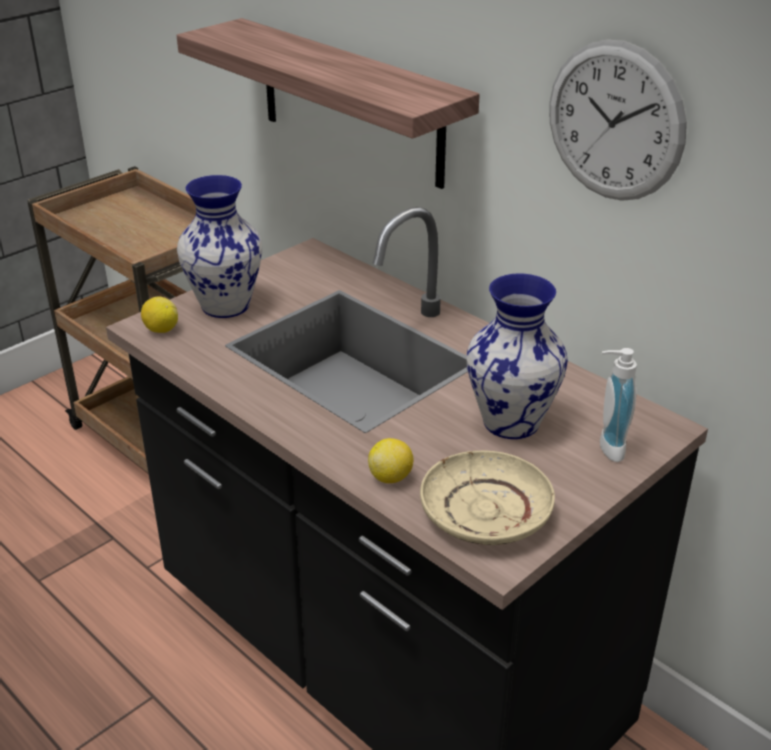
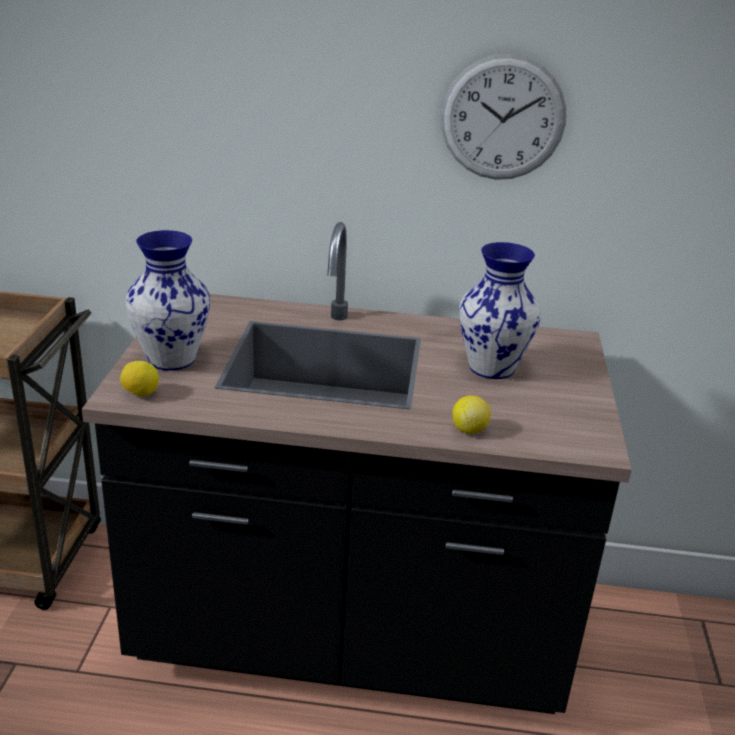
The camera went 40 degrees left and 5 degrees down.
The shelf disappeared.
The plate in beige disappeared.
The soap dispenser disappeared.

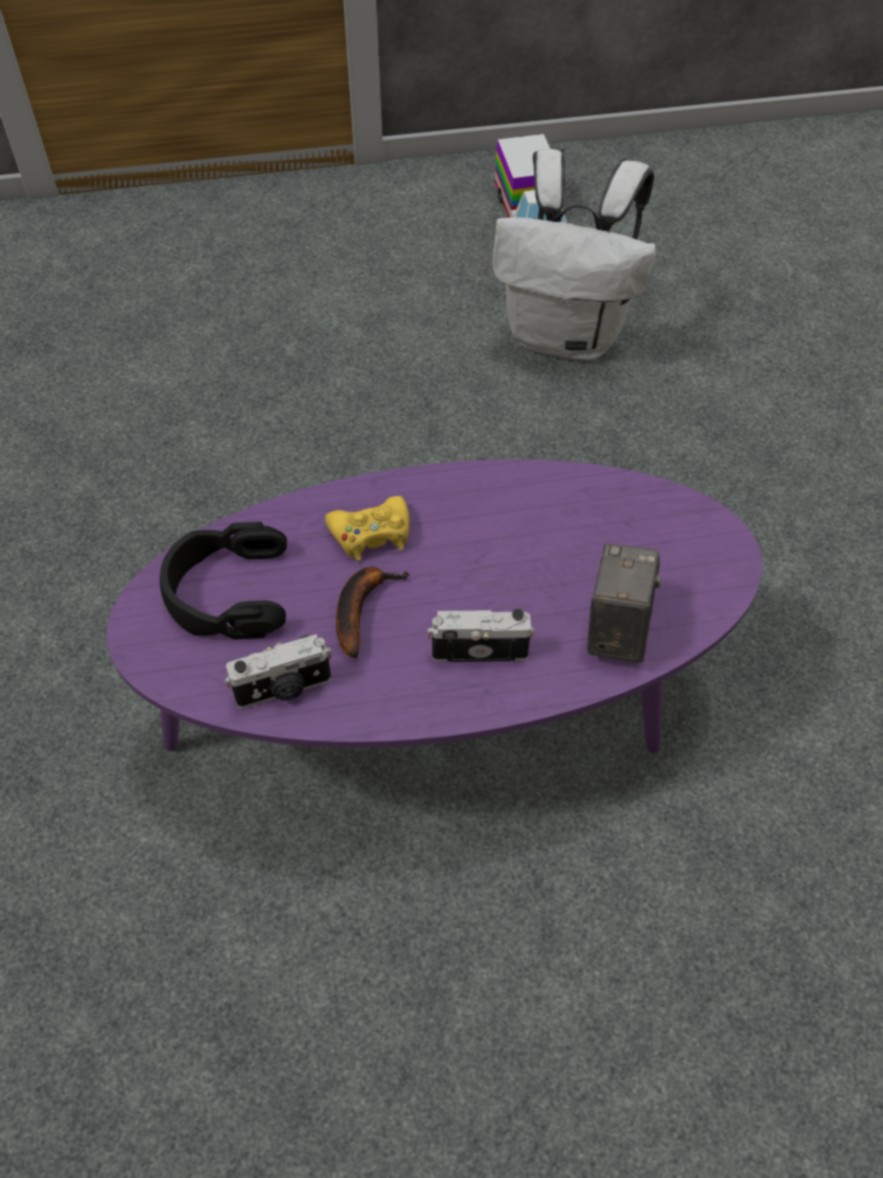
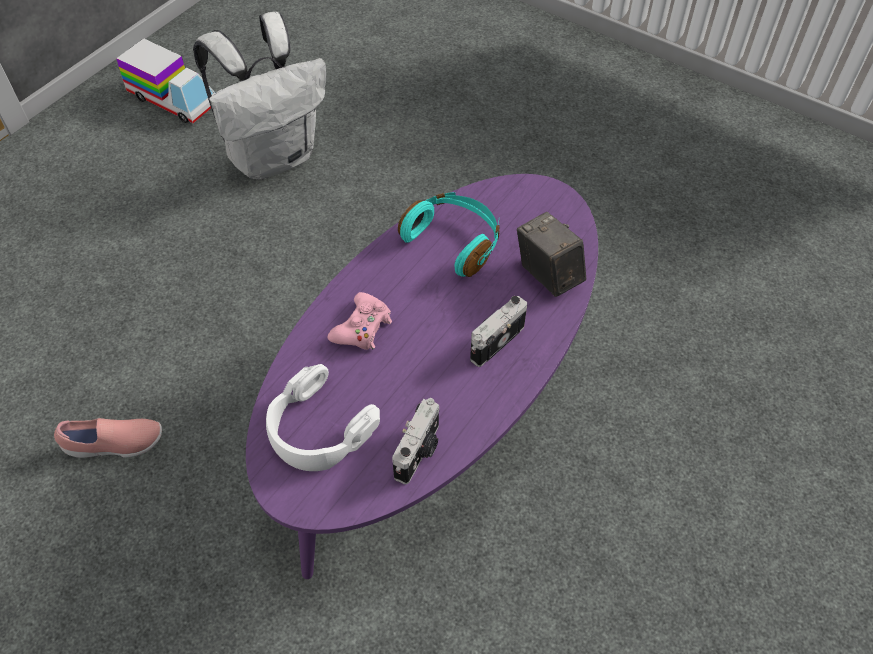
The camera went 45 degrees left and 0 degrees up.
The shoe in pink appeared.
The pair of headphones in blackish became the pair of headphones in white.
The game controller in yellowish became the game controller in pink.
The pair of headphones in turquoise appeared.
The banana fruit disappeared.

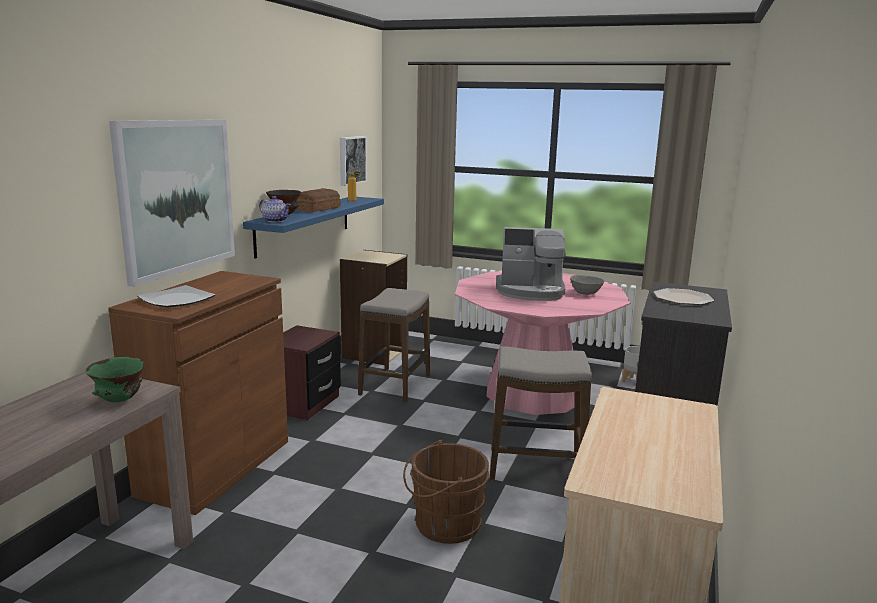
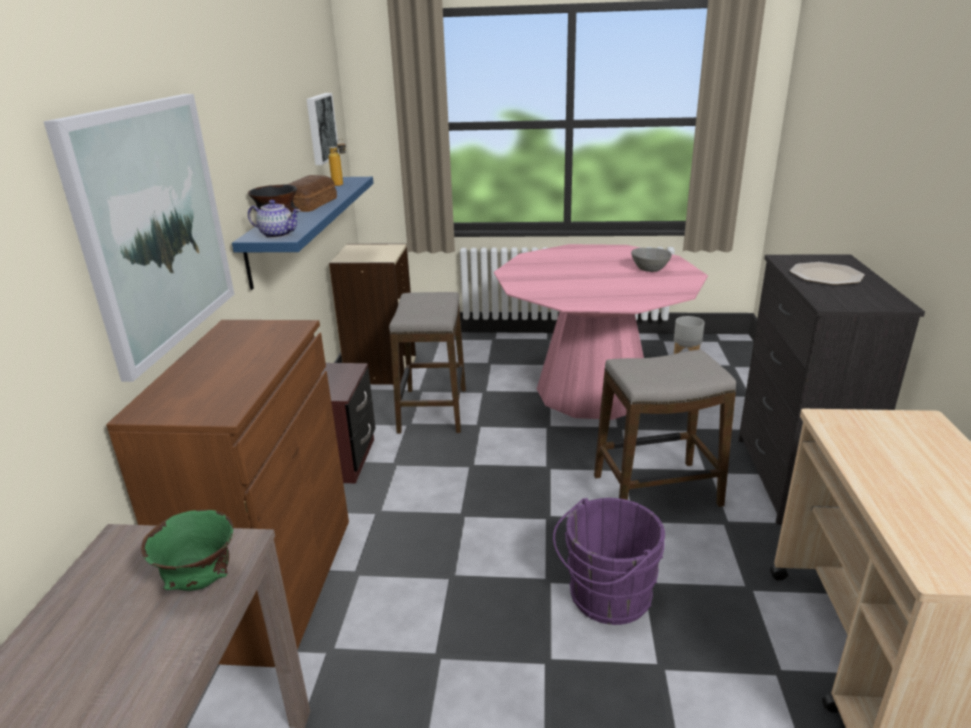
The camera went 15 degrees left and 10 degrees up.
The bucket in brown-coloured became the bucket in purple-coloured.
The plate (1st from left) disappeared.
The coffee maker disappeared.

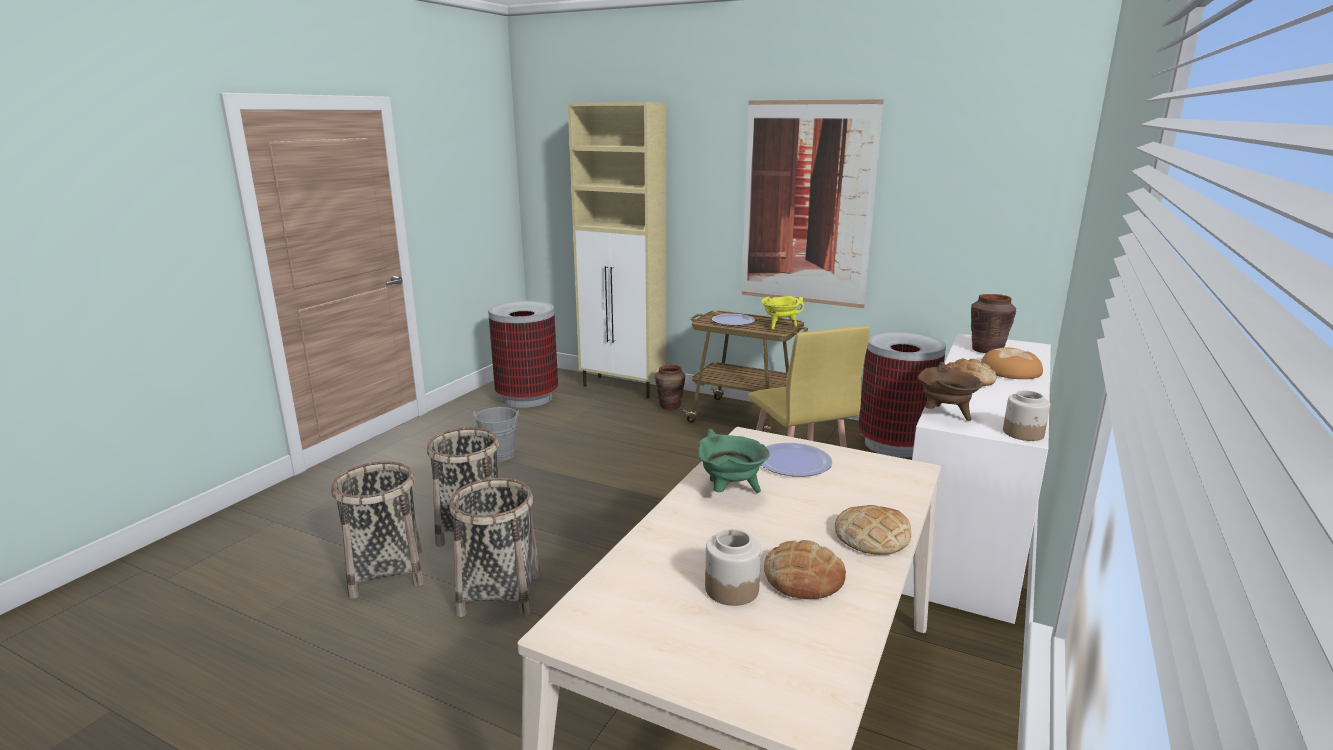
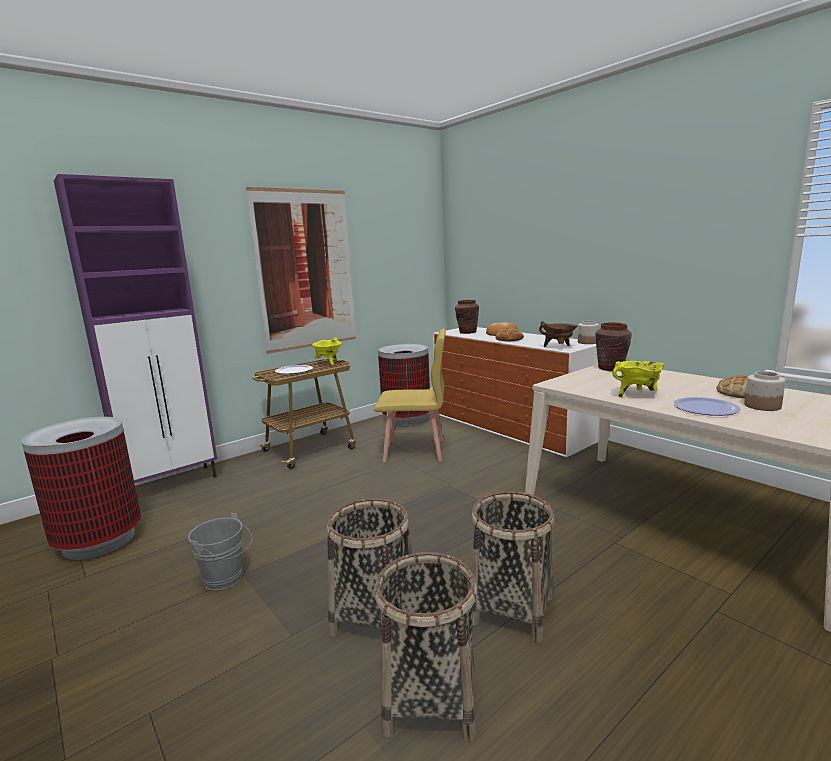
The camera went 65 degrees left and 5 degrees down.
The cupboard in beige became the cupboard in purple-coloured.
The vase in brown-coloured (1st from left in the first image) moved.
The stockpot in green became the stockpot in yellowish (2nd from left).
The plate (2nd from left) moved.
The bakery bread (2nd from left) disappeared.

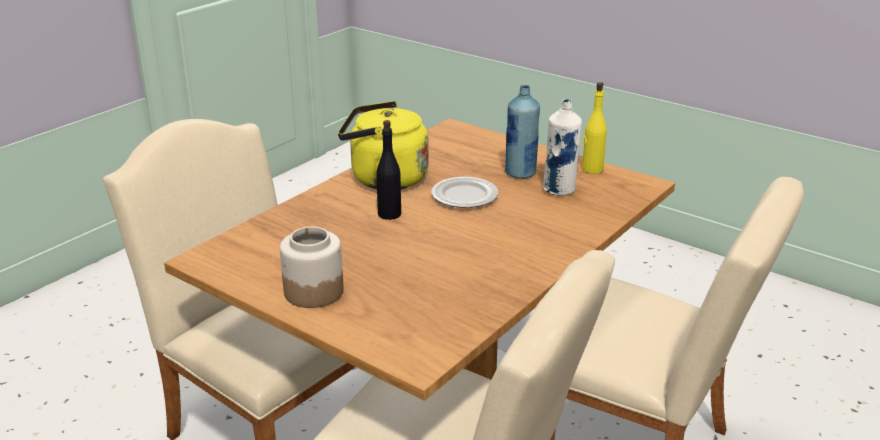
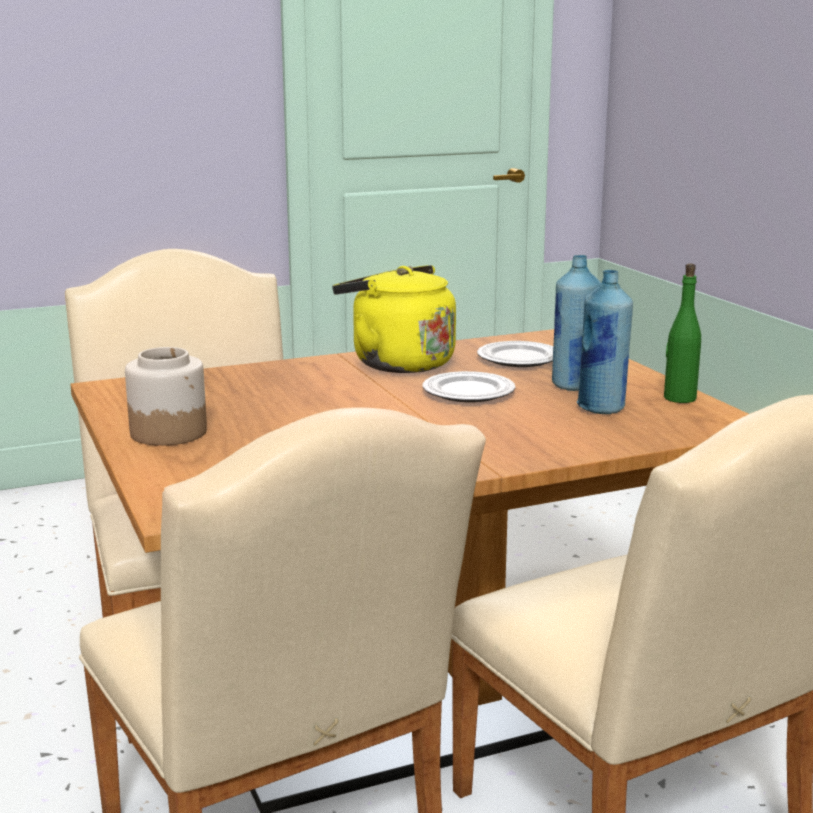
The camera went 30 degrees right and 10 degrees down.
The plate (2nd from left) appeared.
The drink bottle in white became the drink bottle in blue (2nd from left).
The drink bottle in yellowish became the drink bottle in green.
The drink bottle in blackish disappeared.

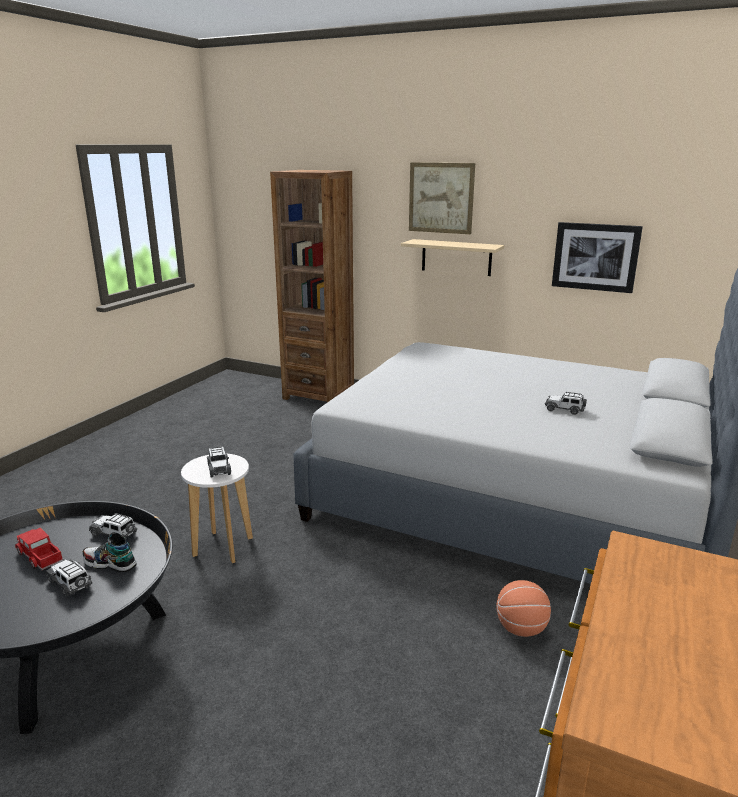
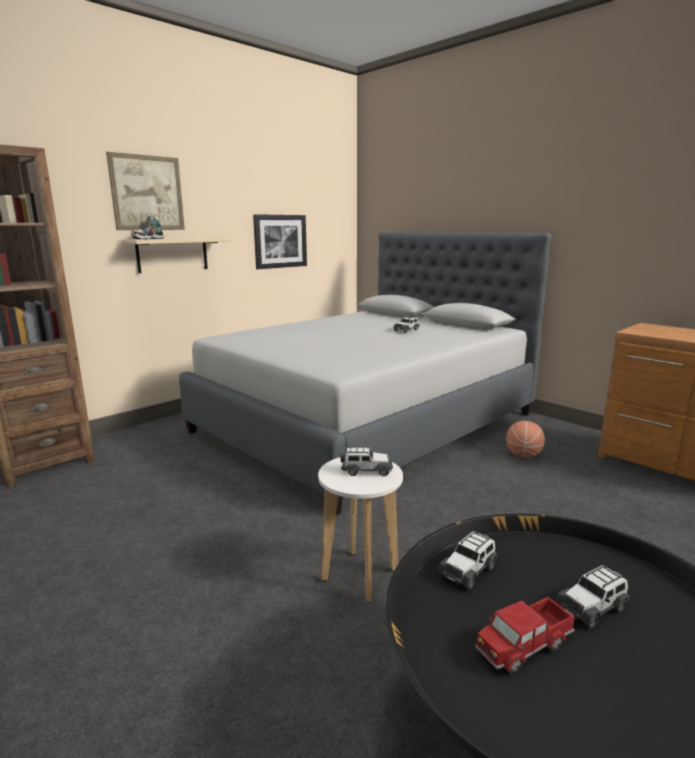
The camera went 70 degrees left and 5 degrees down.
The shoe moved.

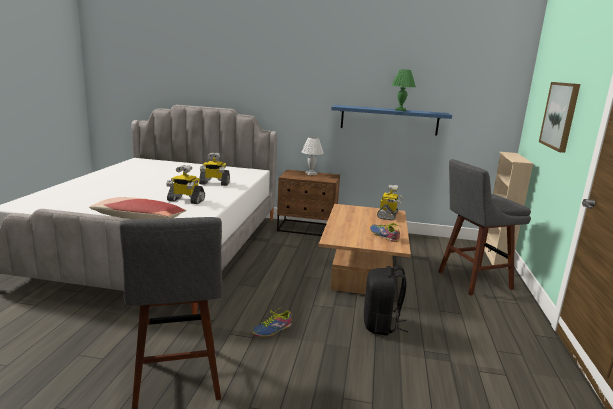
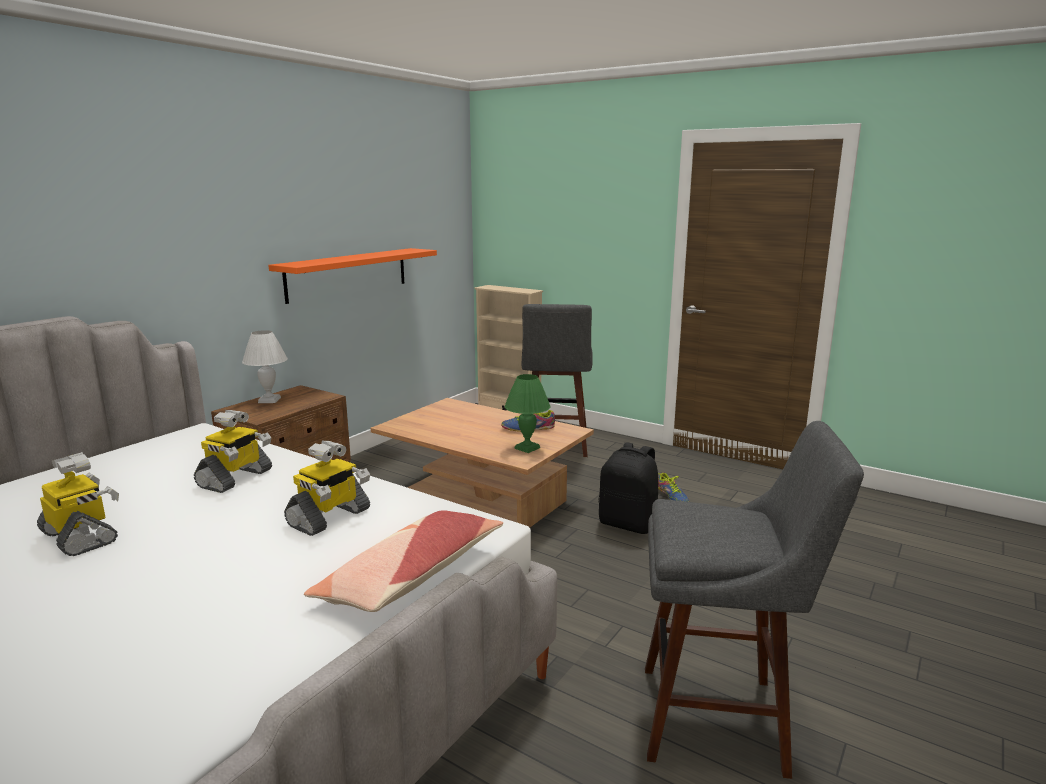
The camera went 65 degrees left and 0 degrees up.
The toy robot (3rd from left in the first image) moved.
The shelf in blue became the shelf in orange.
The lamp for a table in green moved.
The shoe (1st from left in the first image) moved.
The wall art disappeared.

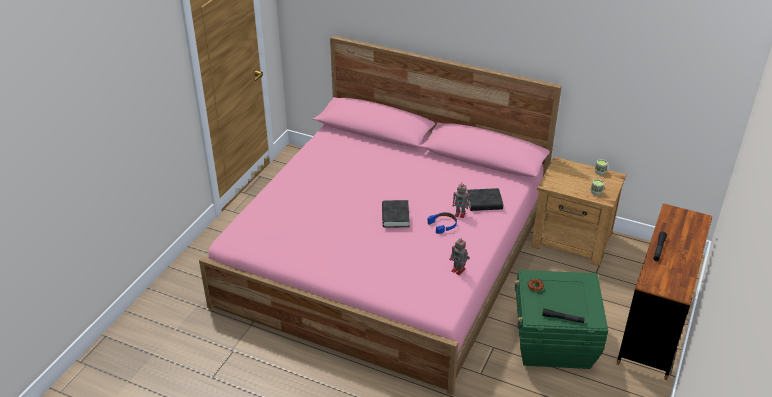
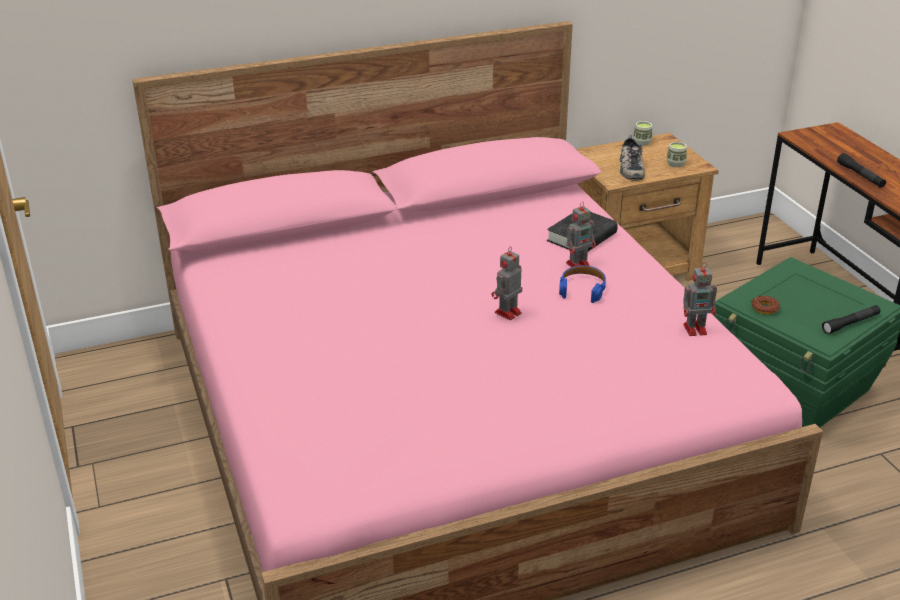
The camera went 45 degrees left and 5 degrees down.
The book in blackish (1st from left) was replaced by the toy robot (1st from left).
The shoe appeared.

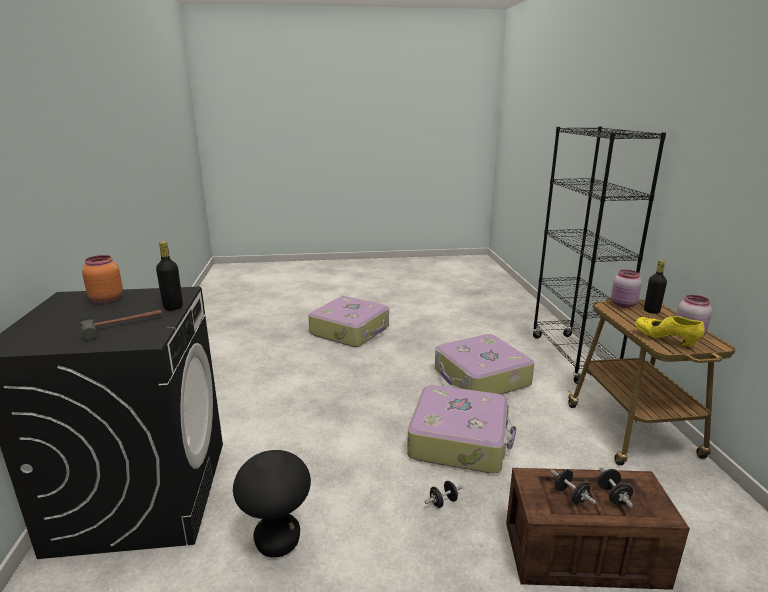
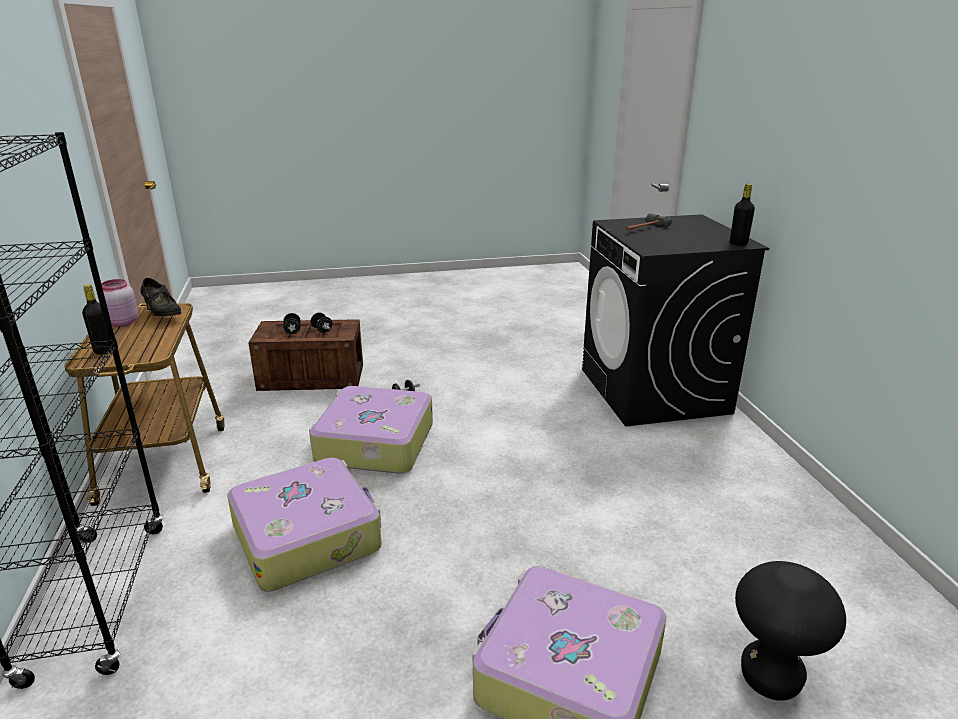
The camera went 175 degrees right and 5 degrees up.
The shoe in yellowish became the shoe in blackish.
The drink bottle in blackish (1st from left in the first image) moved.
The stool seat in blackish moved.
The jar in orange disappeared.
The jar in pink (1st from left) disappeared.

